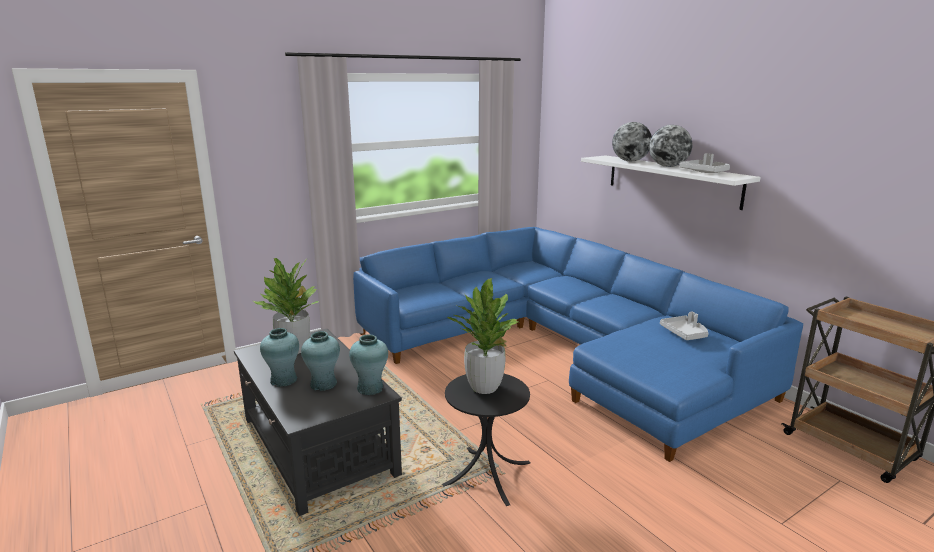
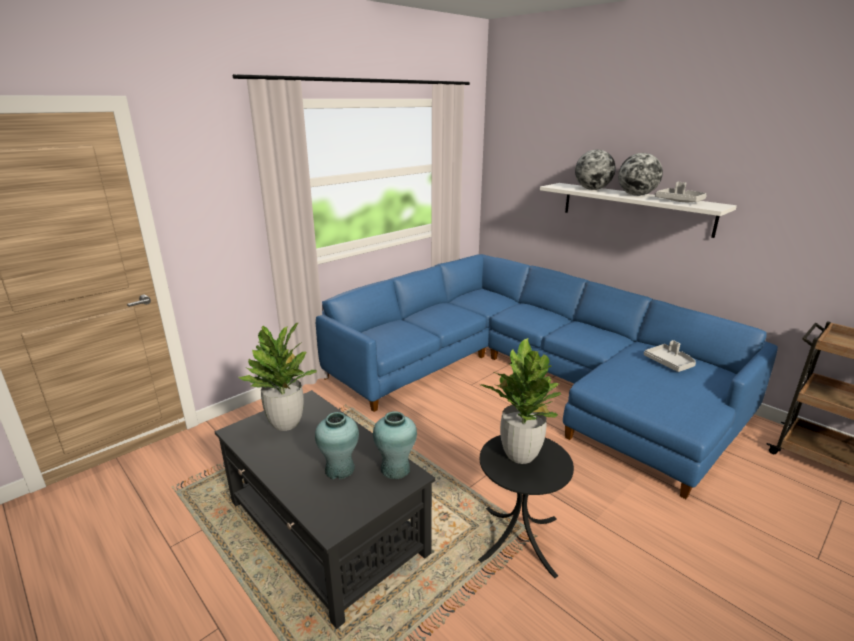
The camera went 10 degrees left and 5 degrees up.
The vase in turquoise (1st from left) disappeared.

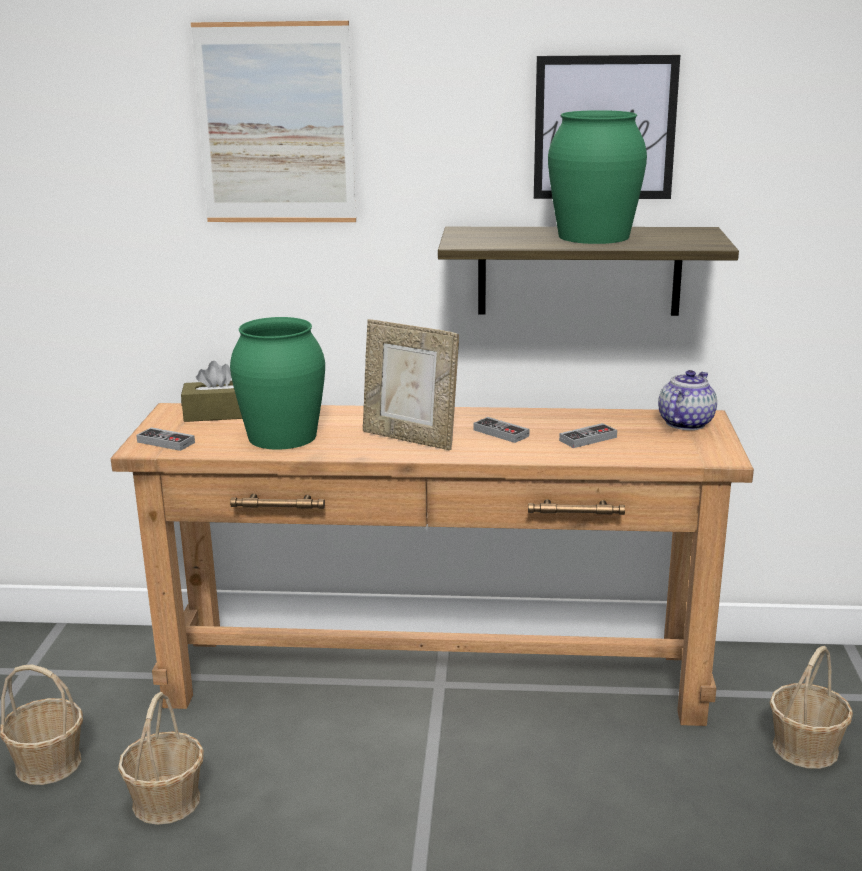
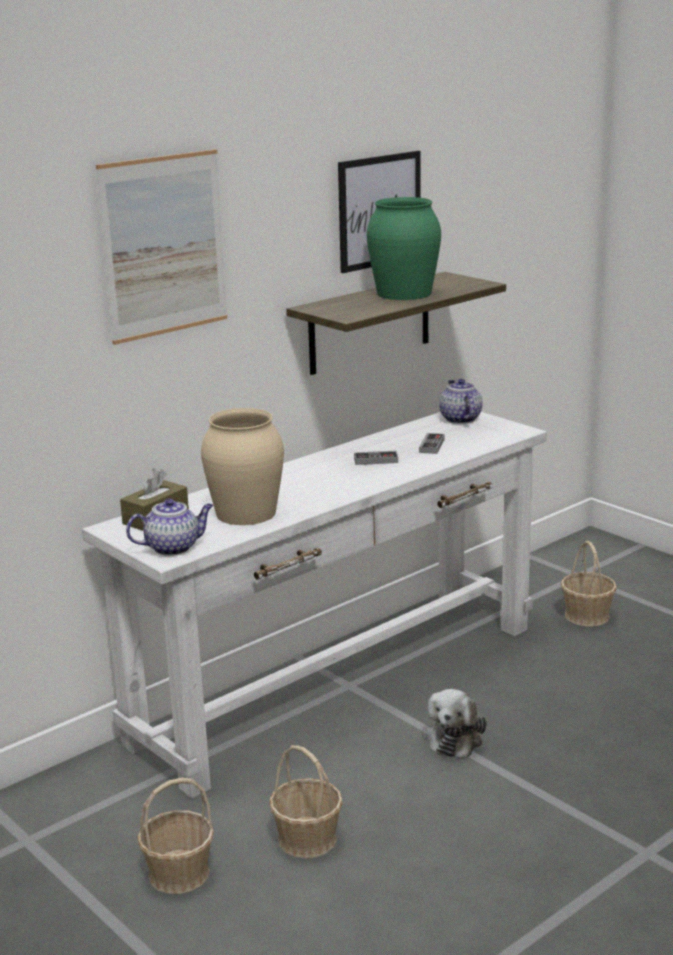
The camera went 45 degrees left and 0 degrees up.
The narrow table in brown-coloured became the narrow table in white.
The game controller (1st from left) was replaced by the teapot (1st from left).
The vase in green (1st from left) became the vase in beige.
The soft toy appeared.
The photo frame disappeared.

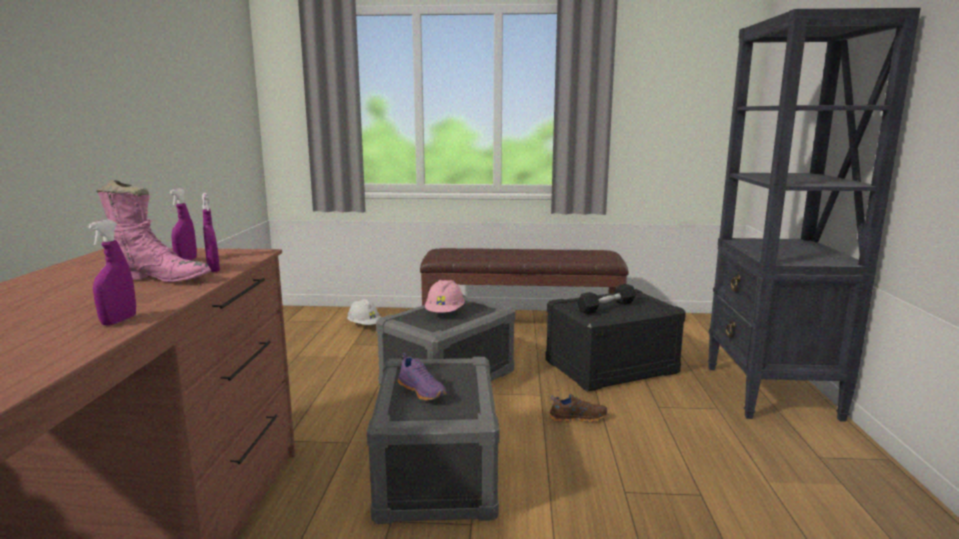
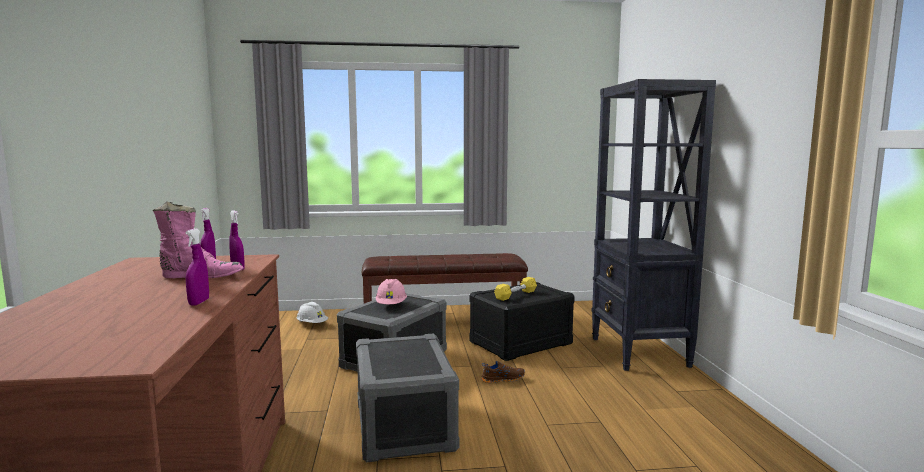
The camera went 10 degrees left and 5 degrees down.
The dumbbell in blackish became the dumbbell in yellowish.
The shoe in purple-coloured disappeared.

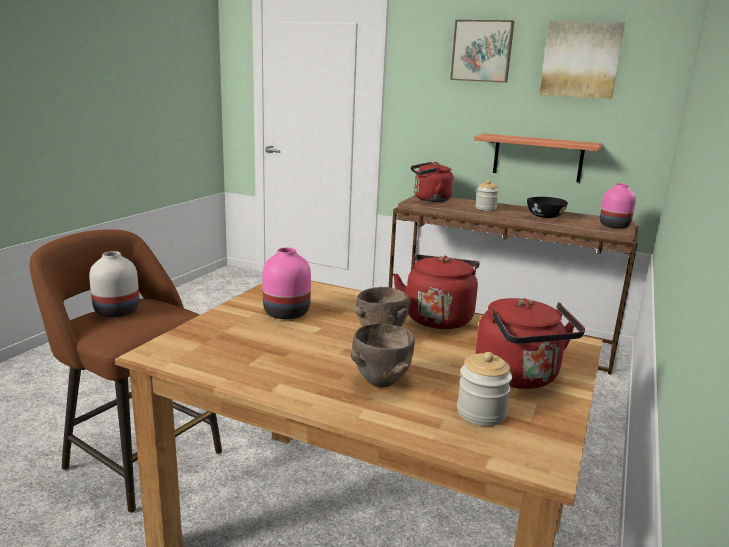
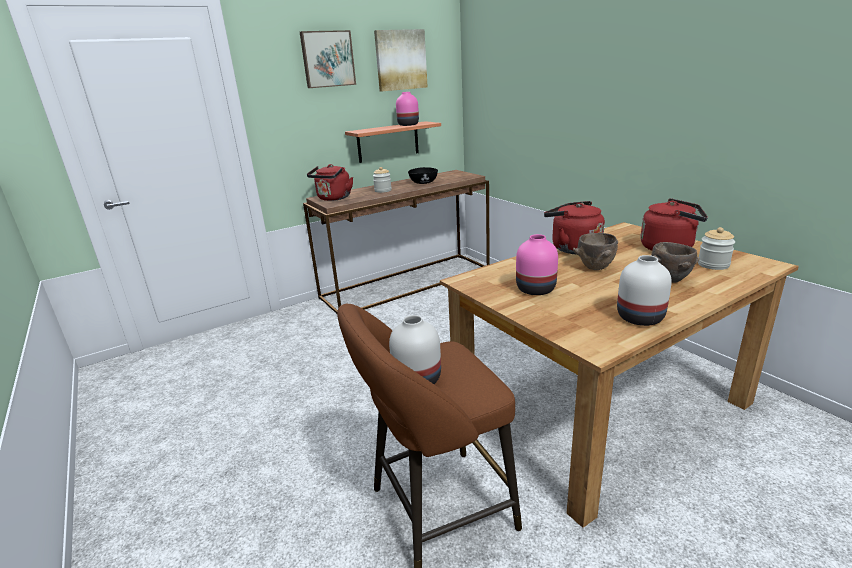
The camera went 55 degrees left and 5 degrees up.
The vase in pink (2nd from left in the first image) moved.
The vase in white (2nd from left) appeared.

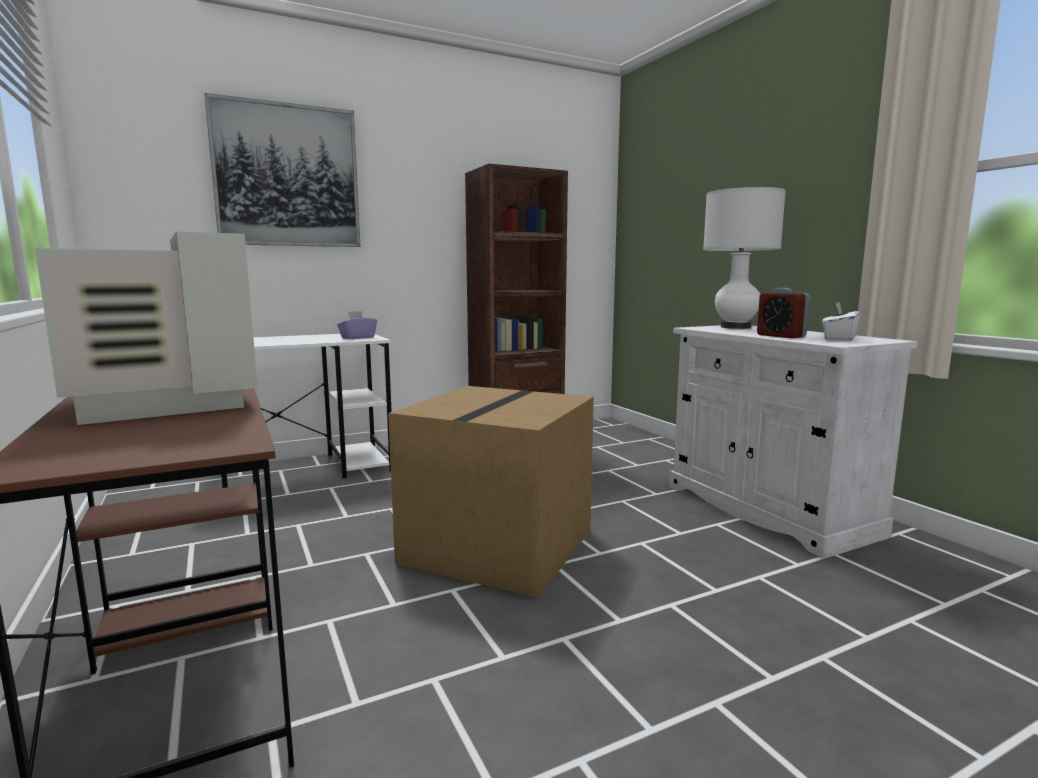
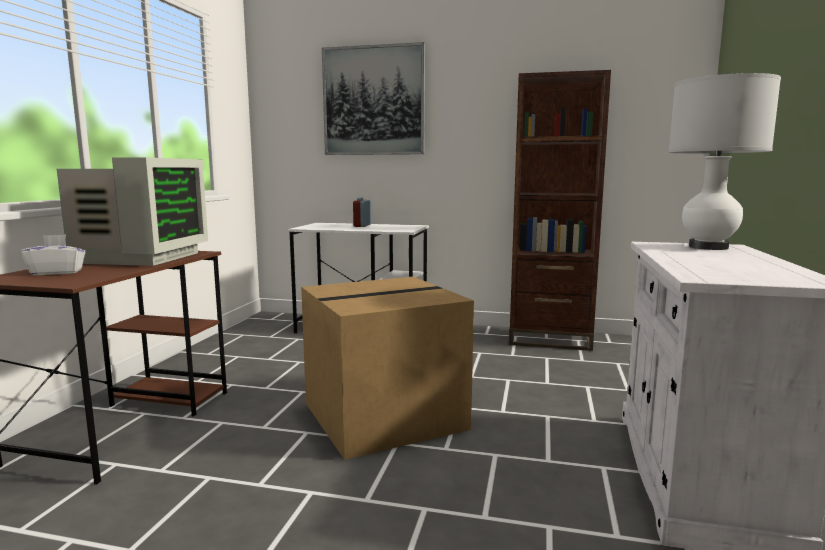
The camera went 40 degrees right and 0 degrees up.
The tissue box in white moved.
The table clock moved.
The tissue box in purple-coloured disappeared.

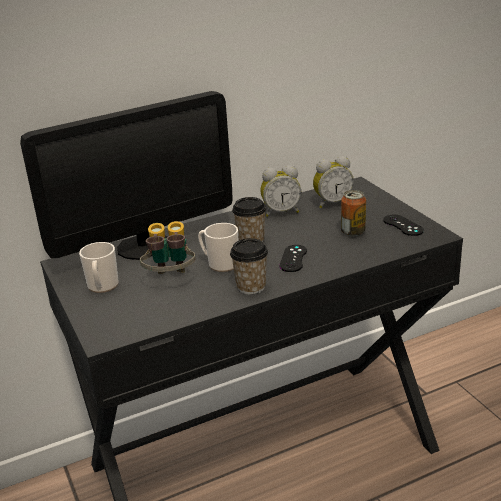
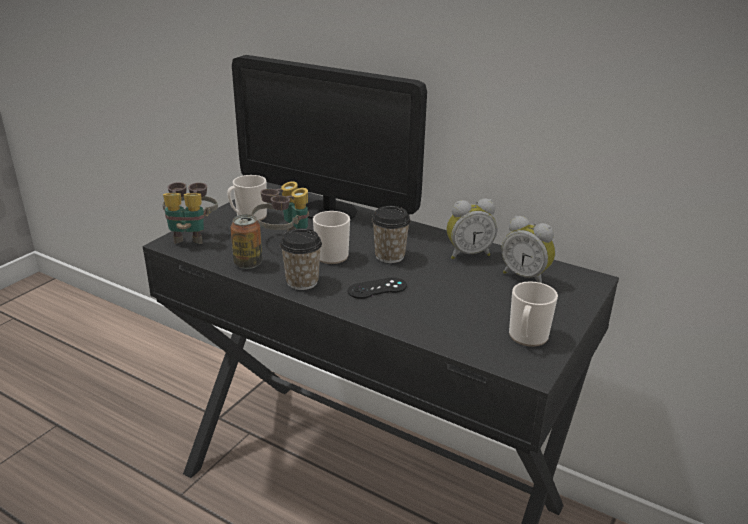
The camera went 55 degrees right and 0 degrees up.
The binoculars (1st from left) appeared.
The can moved.
The table clock (1st from left) turned 60 degrees counterclockwise.
The game controller in blackish (2nd from left) was replaced by the mug (3rd from left).

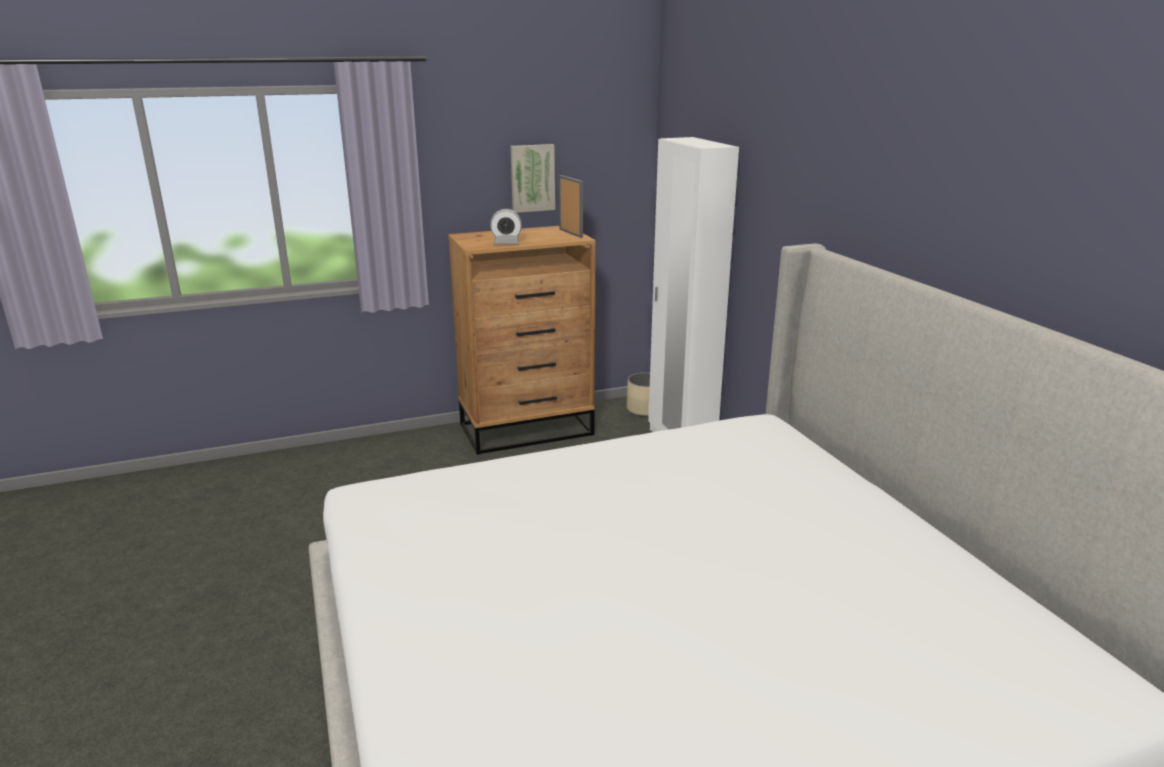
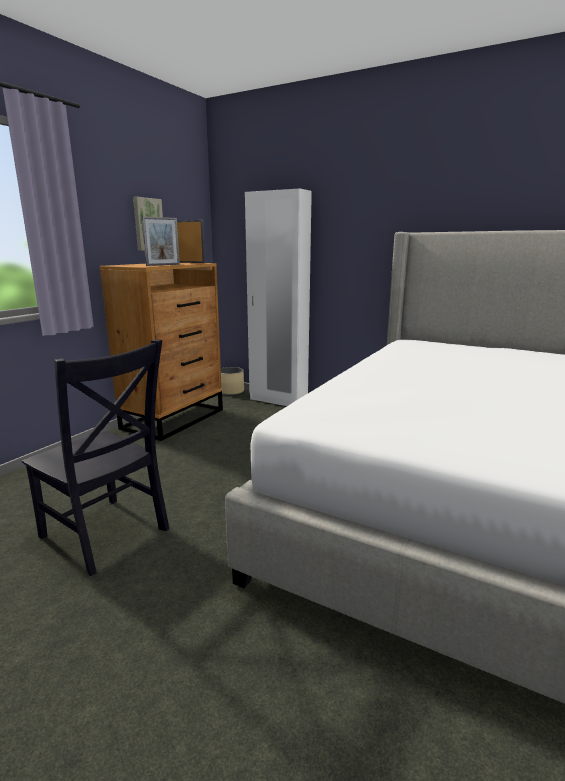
The camera went 40 degrees left and 5 degrees down.
The plain chair in blackish appeared.
The table clock was replaced by the photo frame (1st from left).

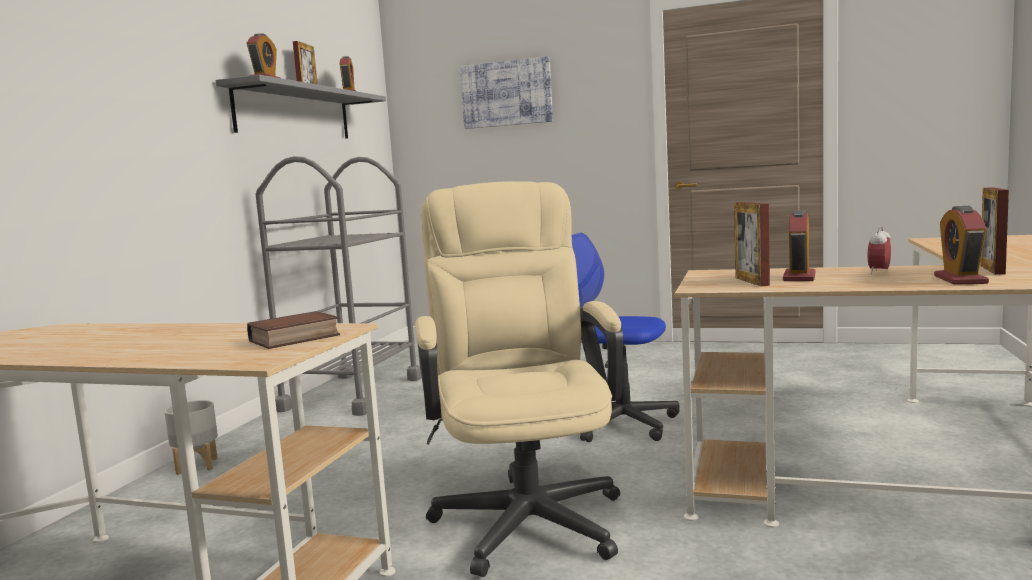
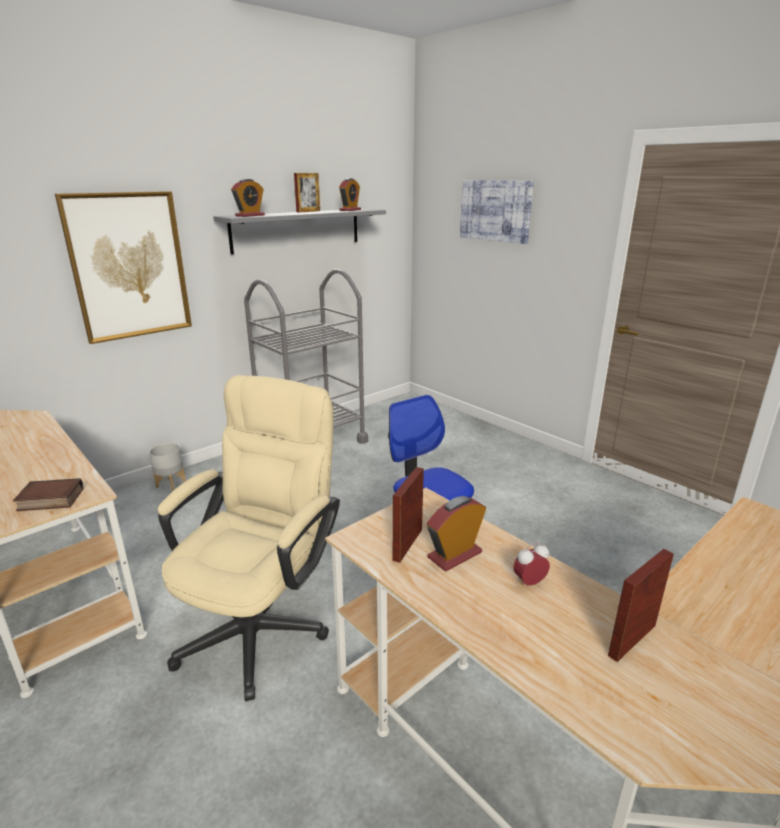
The camera went 30 degrees right and 15 degrees up.
The wall art (1st from left) appeared.
The table clock (5th from left) disappeared.

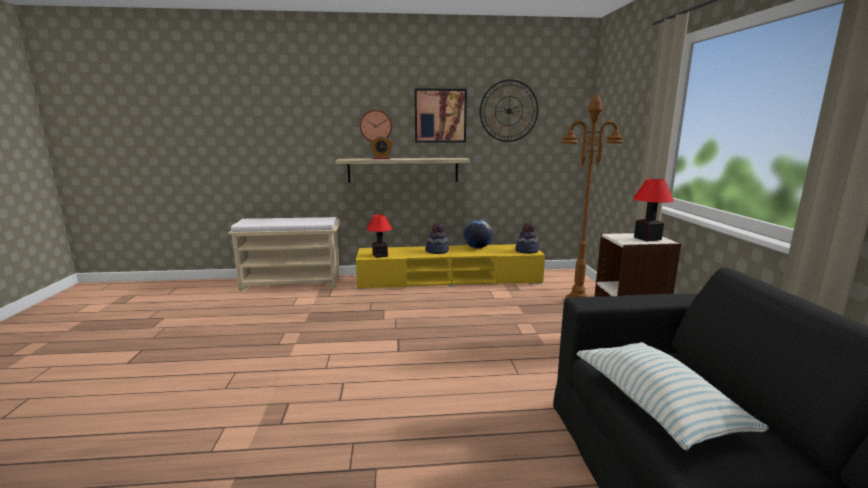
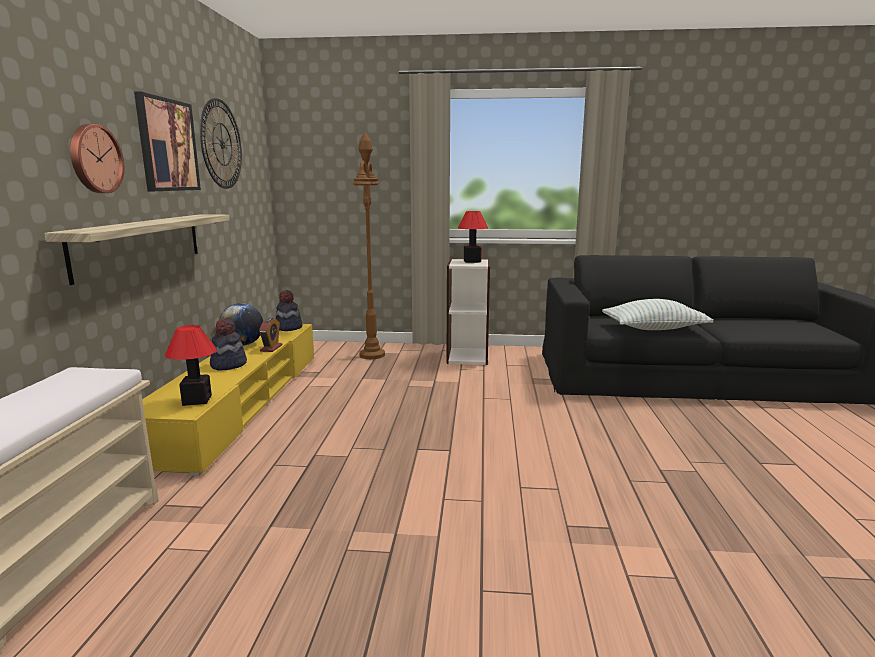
The camera went 80 degrees left and 0 degrees up.
The table clock moved.

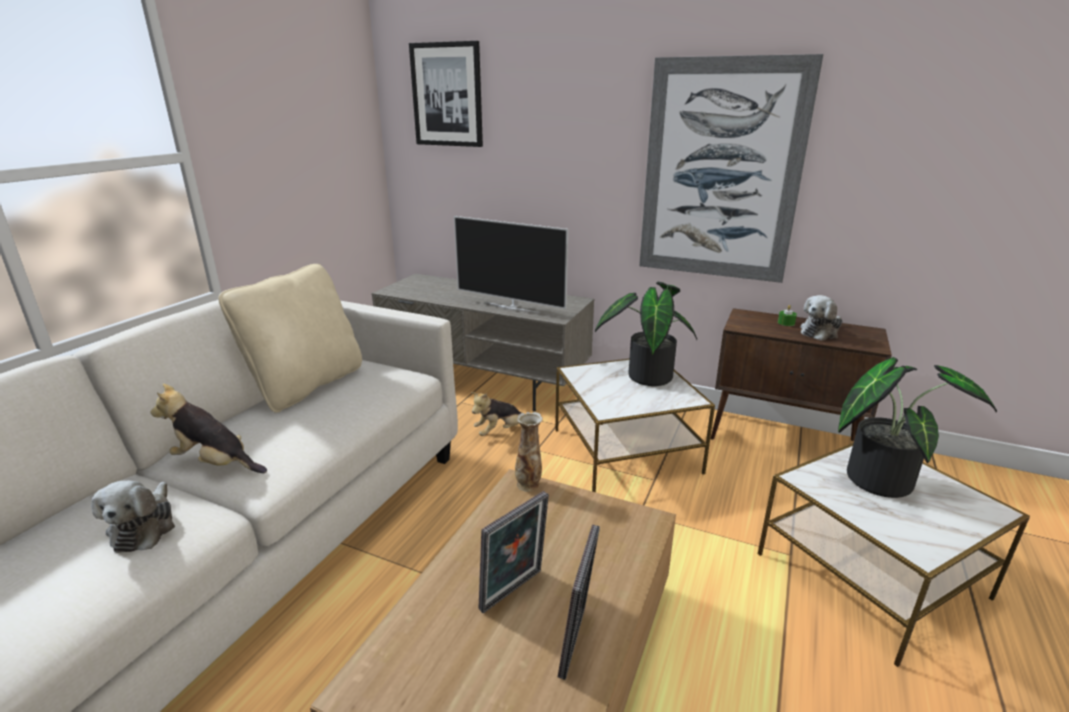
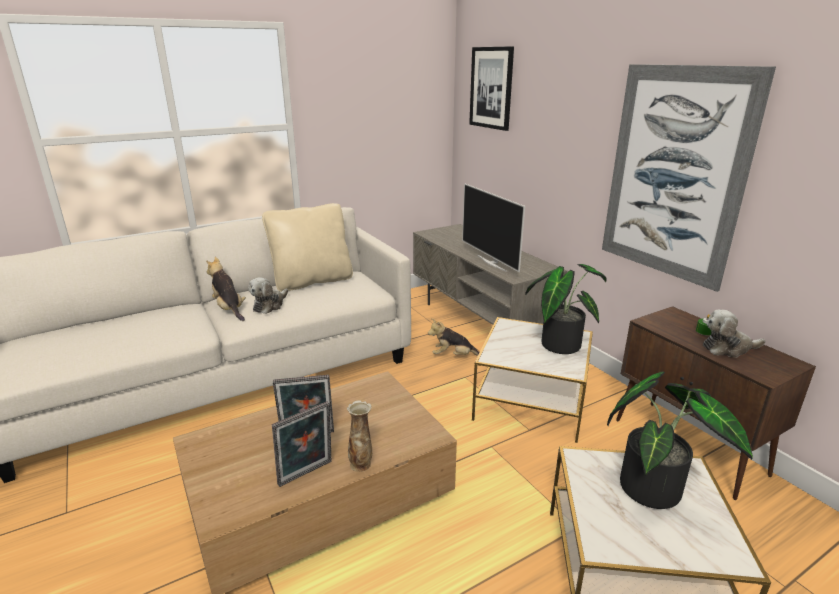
The camera went 35 degrees right and 0 degrees up.
The soft toy (1st from left in the first image) moved.
The vase moved.

